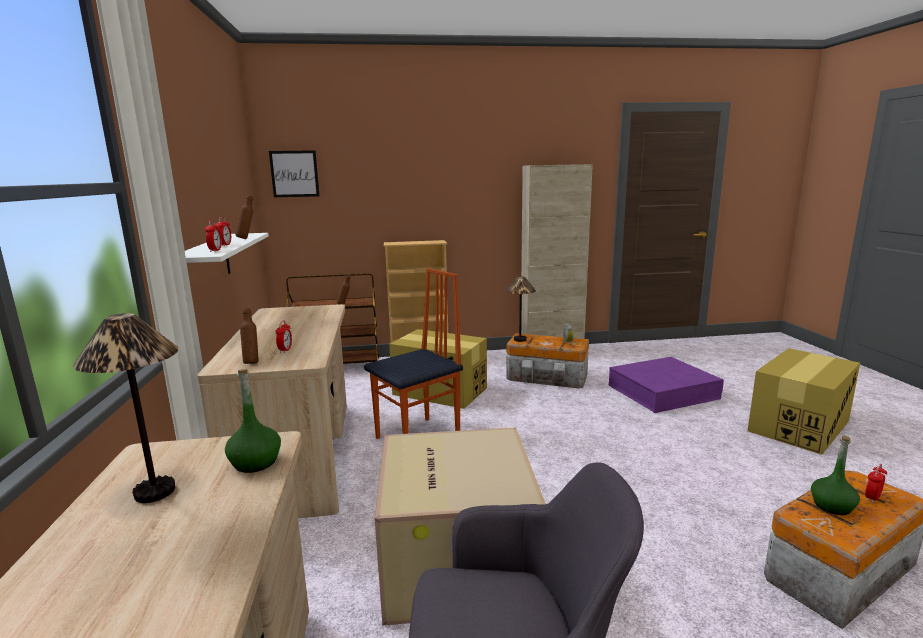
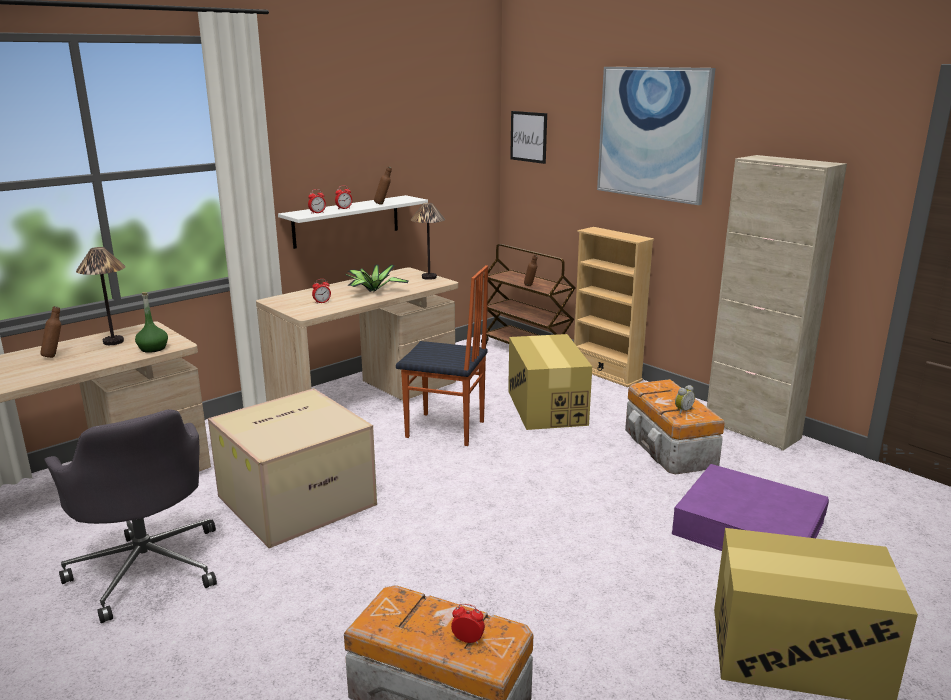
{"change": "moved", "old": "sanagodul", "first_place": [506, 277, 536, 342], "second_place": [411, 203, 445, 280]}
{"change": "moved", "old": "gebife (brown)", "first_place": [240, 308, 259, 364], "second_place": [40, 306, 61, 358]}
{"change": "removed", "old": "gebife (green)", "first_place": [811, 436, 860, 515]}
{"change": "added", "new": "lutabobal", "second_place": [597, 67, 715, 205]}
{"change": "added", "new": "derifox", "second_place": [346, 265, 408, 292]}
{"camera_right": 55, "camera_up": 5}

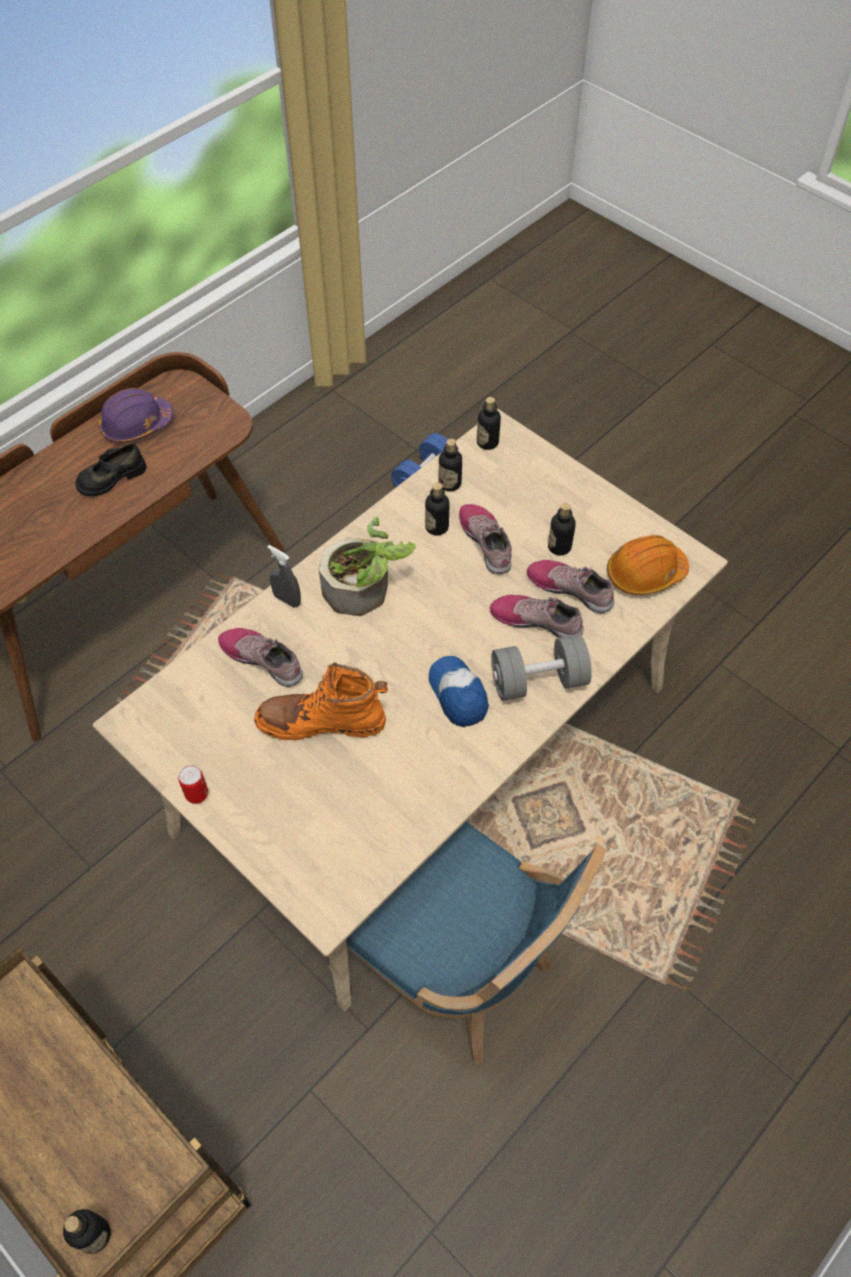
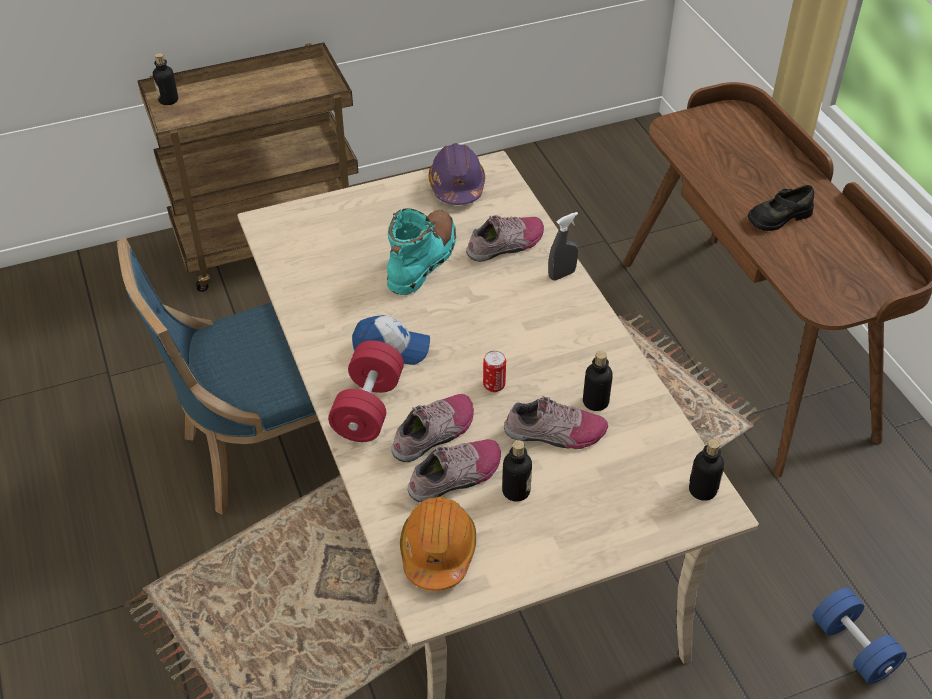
{"change": "moved", "old": "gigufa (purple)", "first_place": [98, 388, 173, 443], "second_place": [429, 143, 485, 205]}
{"change": "removed", "old": "gebife", "first_place": [439, 439, 462, 492]}
{"change": "turned", "old": "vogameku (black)", "first_place": [75, 443, 147, 496], "second_place": [748, 185, 814, 231], "degrees": -105}
{"change": "removed", "old": "derifox", "first_place": [319, 516, 416, 616]}
{"change": "recoloured", "old": "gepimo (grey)", "new": "gepimo (red)", "first_place": [491, 634, 592, 701], "second_place": [328, 340, 404, 442]}
{"change": "recoloured", "old": "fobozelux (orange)", "new": "fobozelux (turquoise)", "first_place": [254, 663, 388, 740], "second_place": [387, 208, 457, 295]}
{"change": "moved", "old": "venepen", "first_place": [178, 765, 208, 804], "second_place": [483, 350, 506, 392]}
{"camera_right": 115, "camera_up": -10}

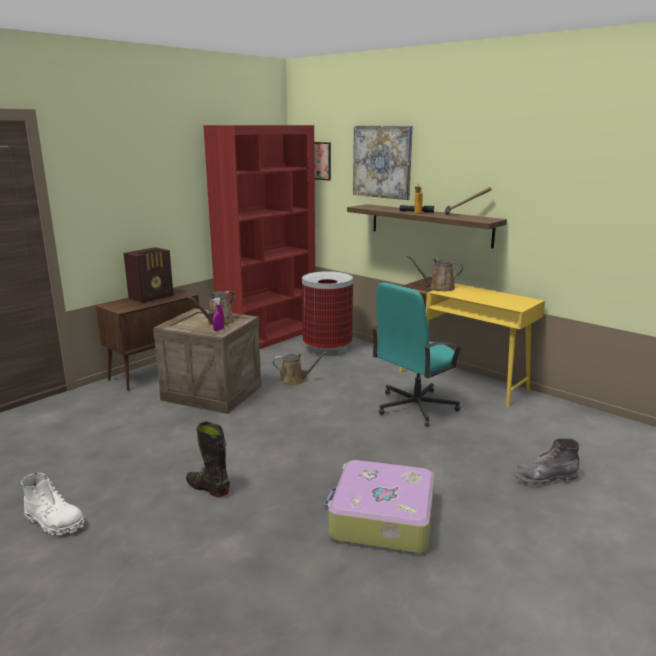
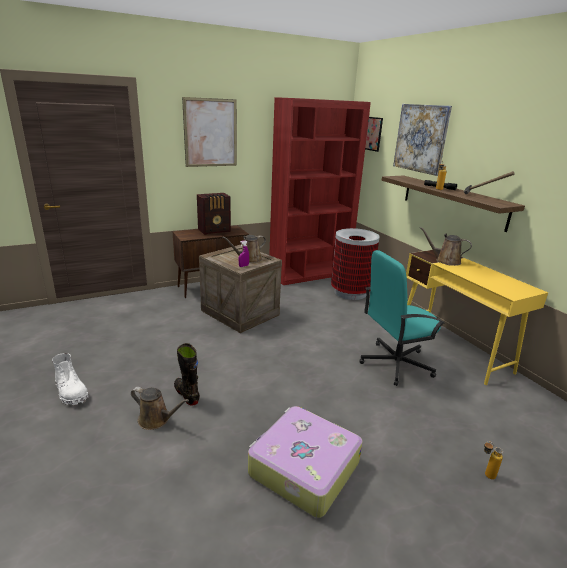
{"change": "moved", "old": "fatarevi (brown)", "first_place": [273, 352, 327, 386], "second_place": [131, 387, 189, 430]}
{"change": "replaced", "old": "fobozelux (grey)", "new": "gebife", "first_place": [515, 438, 580, 487], "second_place": [484, 442, 503, 480]}
{"change": "added", "new": "lutabobal", "second_place": [182, 97, 237, 167]}
{"camera_right": 20, "camera_up": 5}

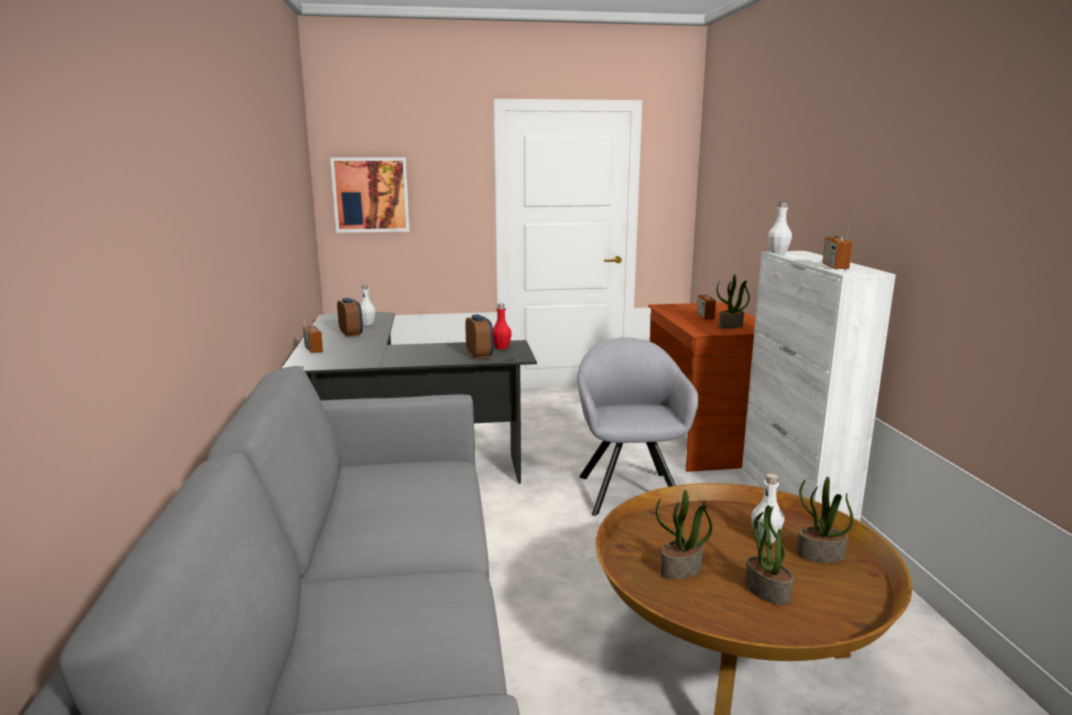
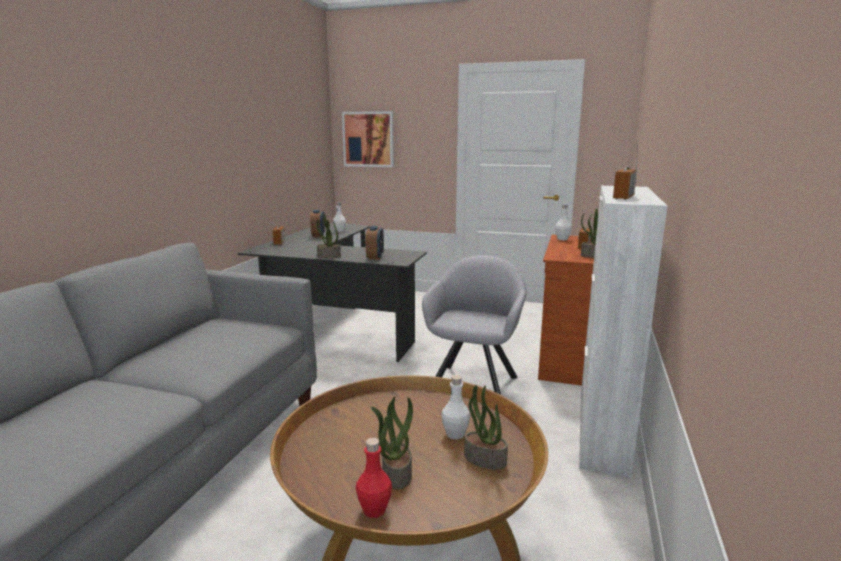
{"change": "moved", "old": "gebife (white)", "first_place": [768, 202, 792, 254], "second_place": [555, 204, 572, 240]}
{"change": "moved", "old": "gebife (red)", "first_place": [493, 303, 512, 349], "second_place": [356, 438, 392, 518]}
{"change": "moved", "old": "derifox", "first_place": [656, 490, 713, 579], "second_place": [316, 214, 341, 258]}
{"camera_right": 25, "camera_up": 0}

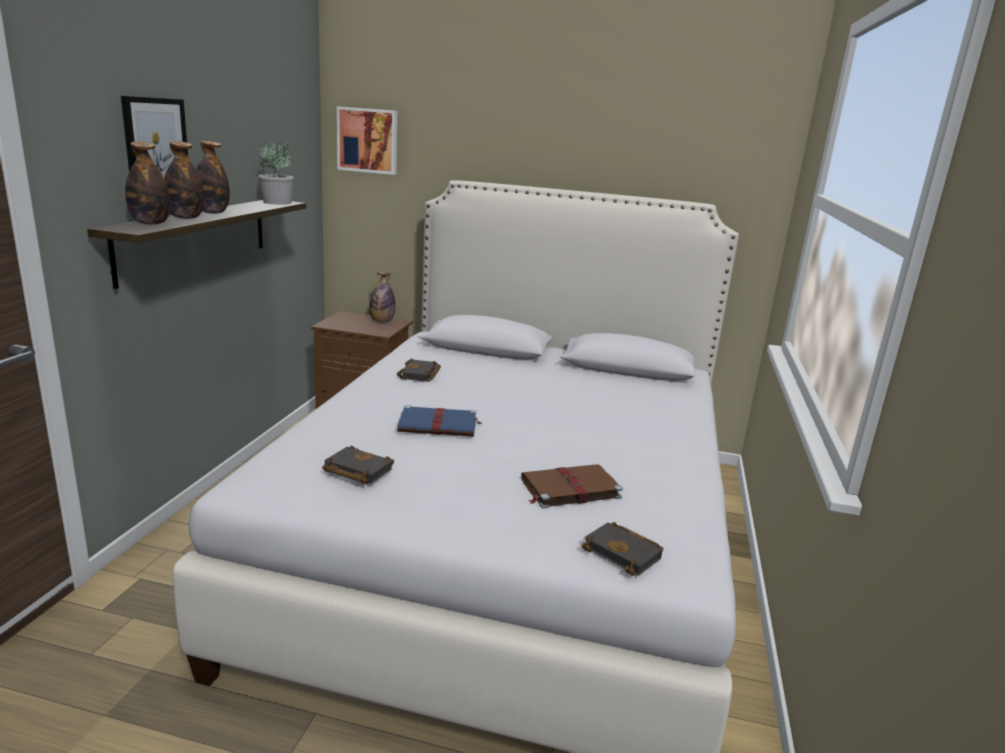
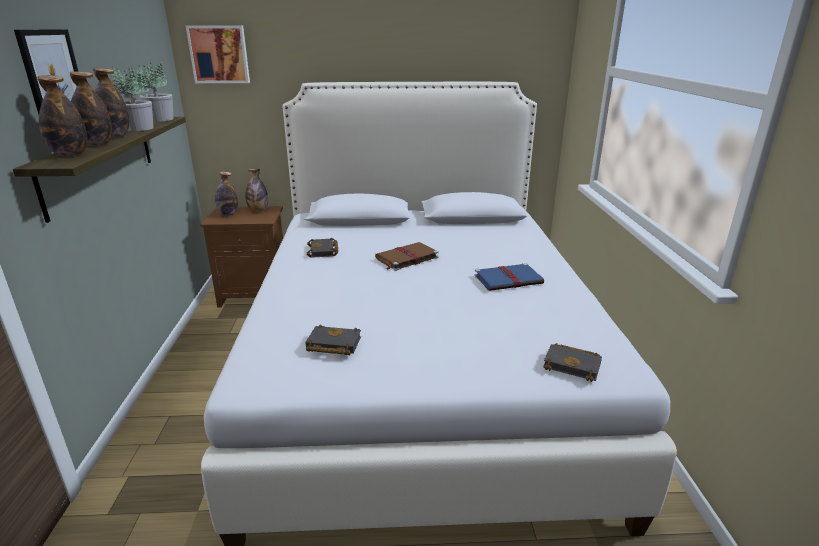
{"change": "moved", "old": "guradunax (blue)", "first_place": [397, 405, 482, 437], "second_place": [474, 263, 544, 291]}
{"change": "moved", "old": "guradunax (brown)", "first_place": [521, 464, 623, 509], "second_place": [375, 242, 439, 271]}
{"change": "added", "new": "derifox", "second_place": [111, 65, 154, 131]}
{"change": "added", "new": "gebife", "second_place": [215, 172, 238, 216]}
{"camera_right": -15, "camera_up": 5}

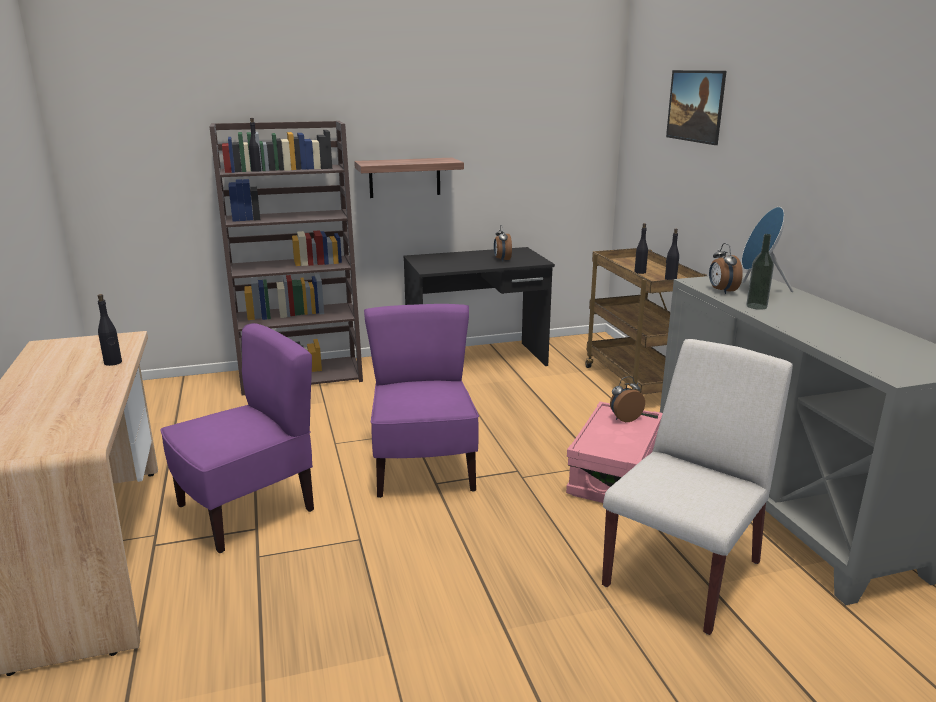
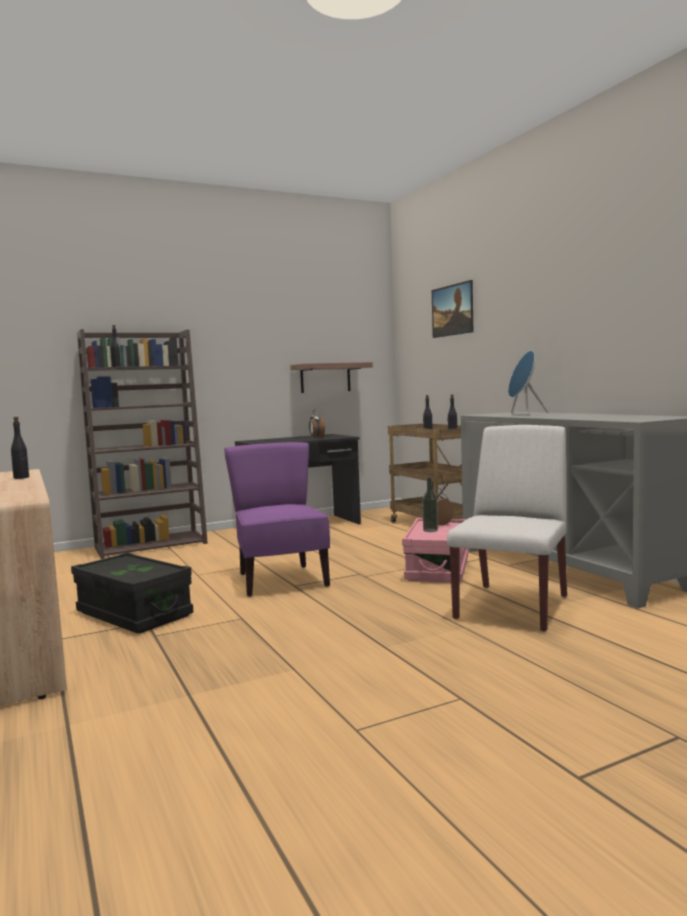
{"change": "moved", "old": "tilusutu", "first_place": [354, 158, 464, 198], "second_place": [290, 362, 373, 393]}
{"change": "moved", "old": "gebife", "first_place": [746, 234, 774, 310], "second_place": [422, 478, 438, 532]}
{"change": "removed", "old": "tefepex", "first_place": [709, 243, 743, 294]}
{"change": "replaced", "old": "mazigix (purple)", "new": "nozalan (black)", "first_place": [160, 323, 314, 553], "second_place": [71, 552, 193, 633]}
{"camera_right": -10, "camera_up": -15}

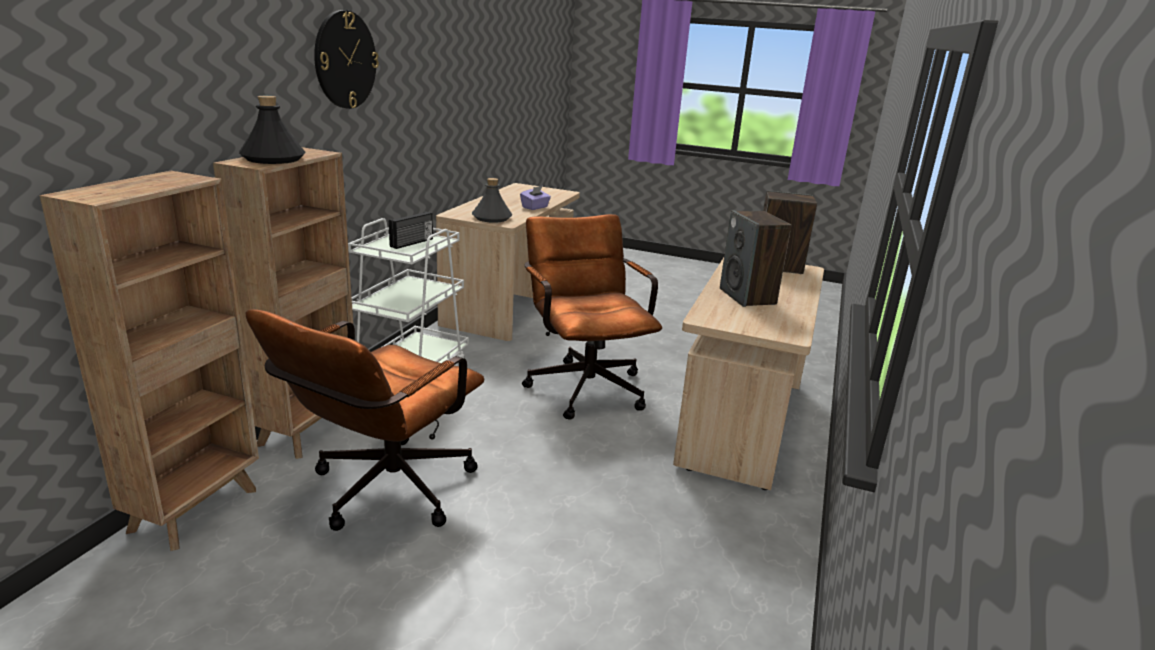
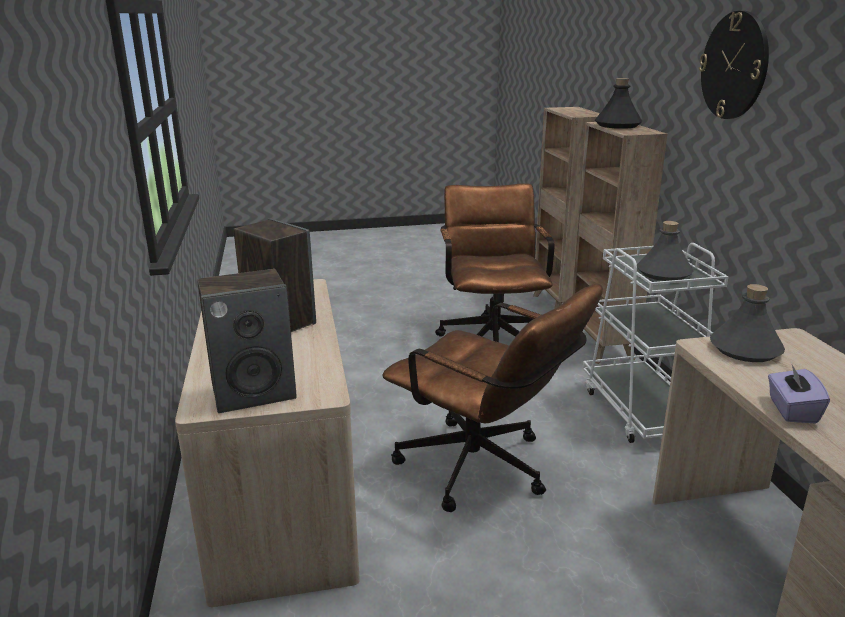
{"change": "replaced", "old": "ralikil", "new": "gebife (grey)", "first_place": [389, 211, 433, 249], "second_place": [637, 221, 693, 281]}
{"camera_right": 150, "camera_up": 0}

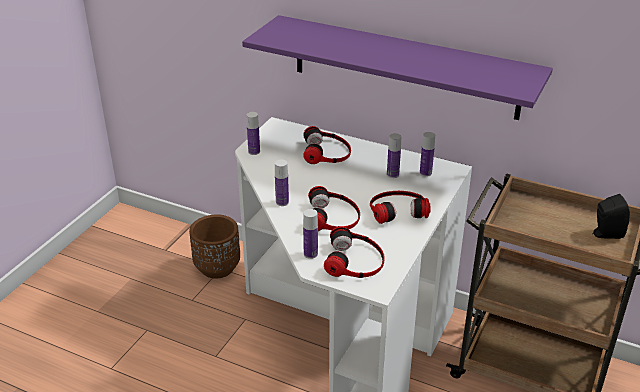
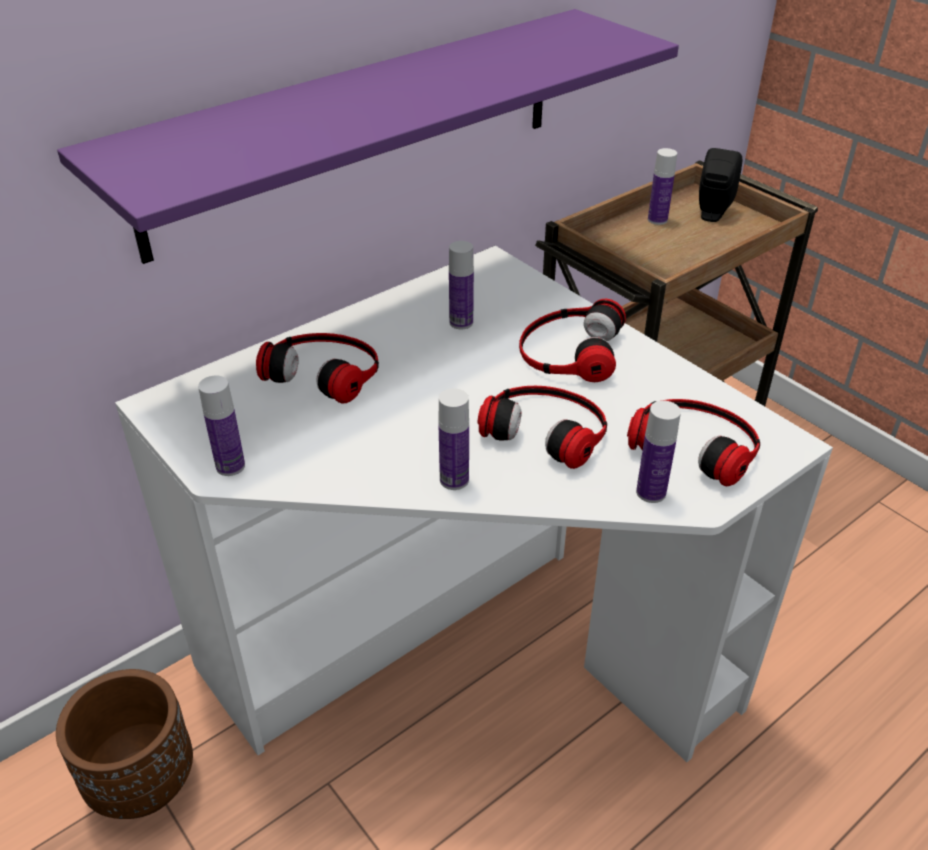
{"change": "moved", "old": "gebife", "first_place": [420, 132, 435, 177], "second_place": [648, 148, 677, 225]}
{"camera_right": -65, "camera_up": 5}

